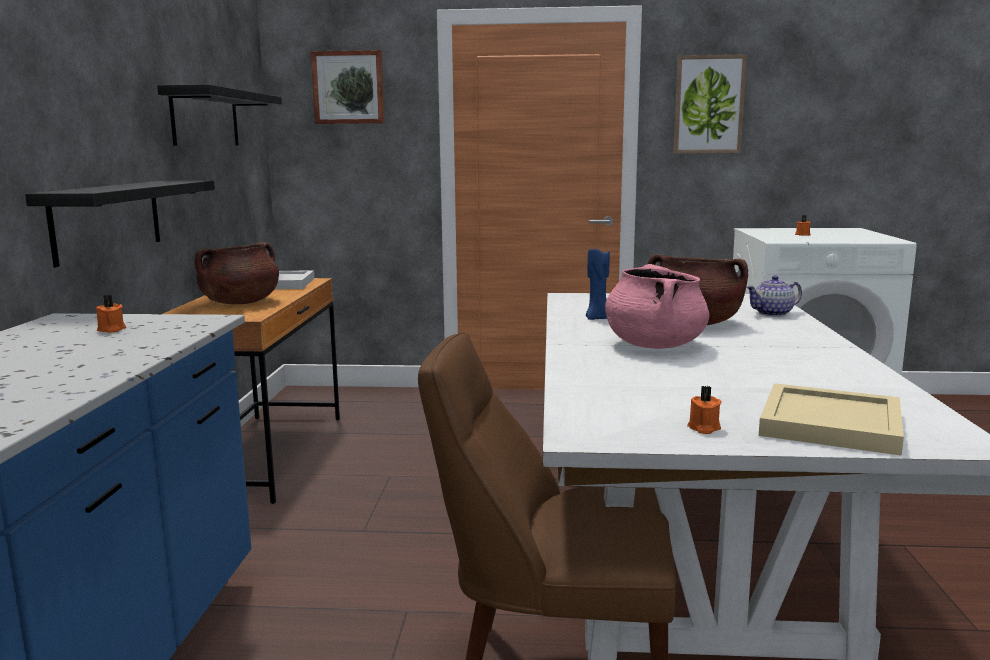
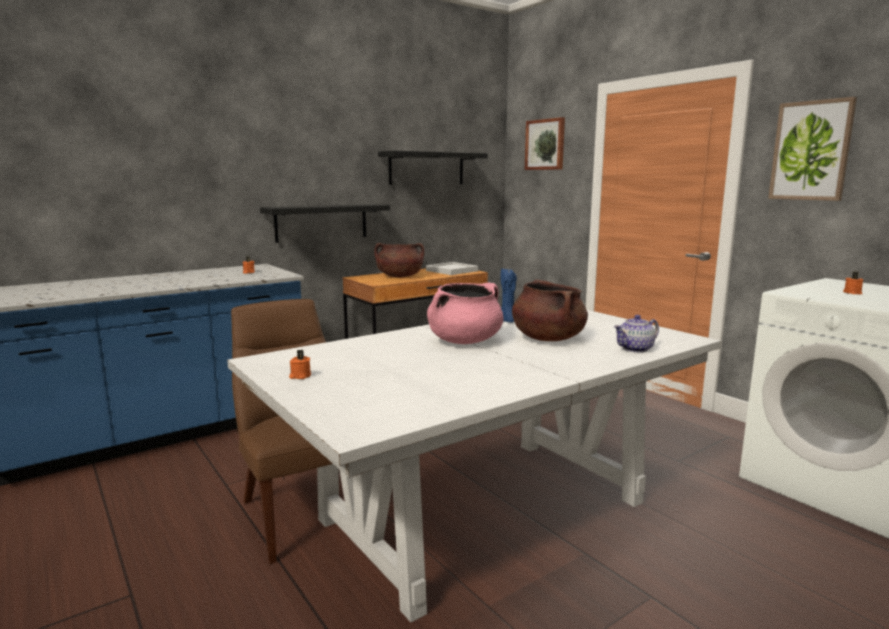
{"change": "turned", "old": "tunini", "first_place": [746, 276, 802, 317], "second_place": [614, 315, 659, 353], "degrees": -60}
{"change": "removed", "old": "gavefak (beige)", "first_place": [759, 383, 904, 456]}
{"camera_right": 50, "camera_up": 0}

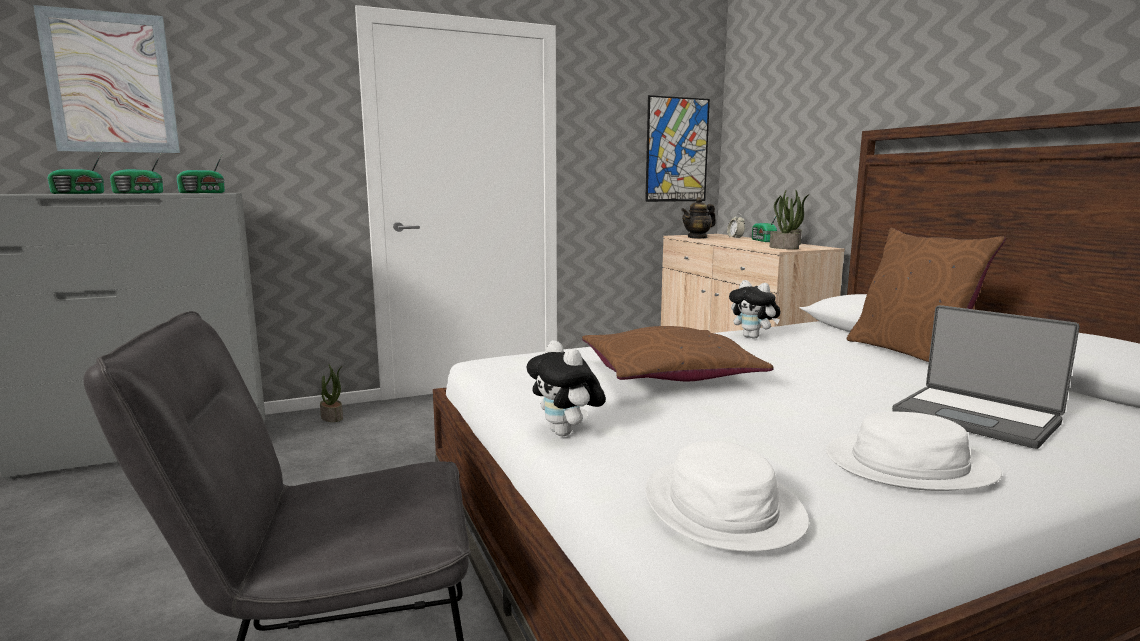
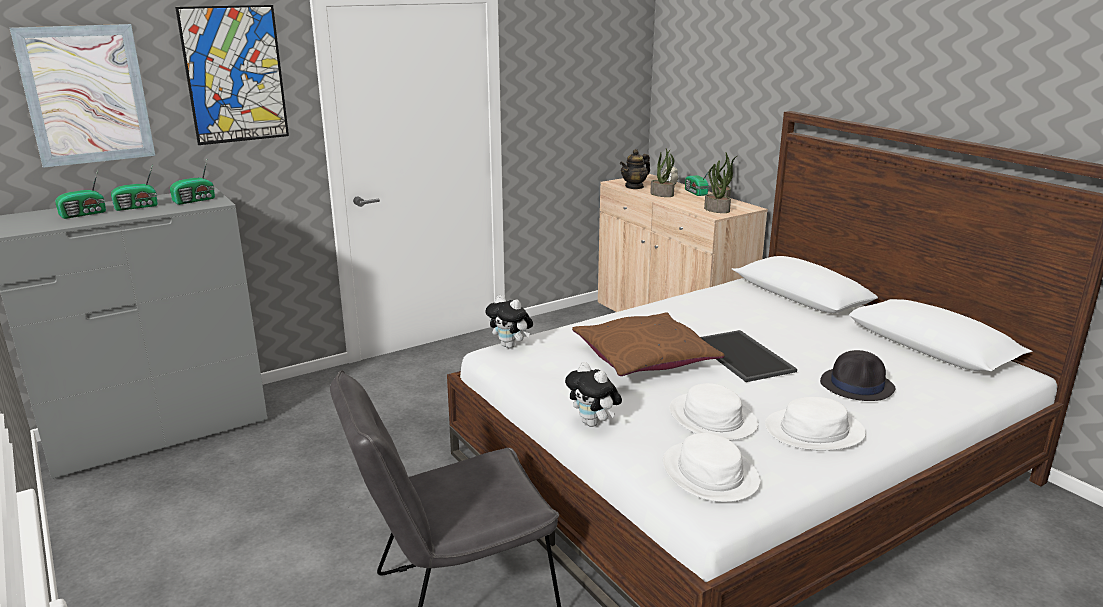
{"change": "moved", "old": "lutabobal", "first_place": [645, 95, 710, 202], "second_place": [175, 5, 289, 145]}
{"change": "removed", "old": "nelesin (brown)", "first_place": [847, 228, 1006, 362]}
{"change": "moved", "old": "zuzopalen", "first_place": [729, 280, 780, 339], "second_place": [485, 295, 533, 349]}
{"change": "replaced", "old": "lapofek", "new": "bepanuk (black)", "first_place": [892, 305, 1080, 449], "second_place": [820, 350, 895, 401]}
{"change": "moved", "old": "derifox", "first_place": [320, 365, 343, 422], "second_place": [650, 148, 675, 197]}
{"change": "added", "new": "gavefak", "second_place": [700, 330, 797, 382]}
{"change": "added", "new": "bepanuk (white)", "second_place": [669, 383, 758, 440]}
{"camera_right": -10, "camera_up": 10}

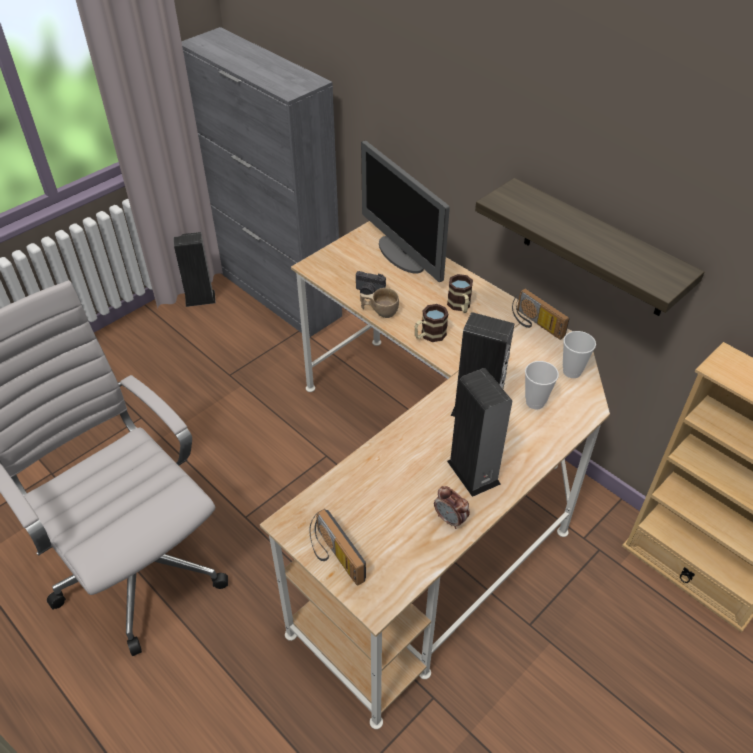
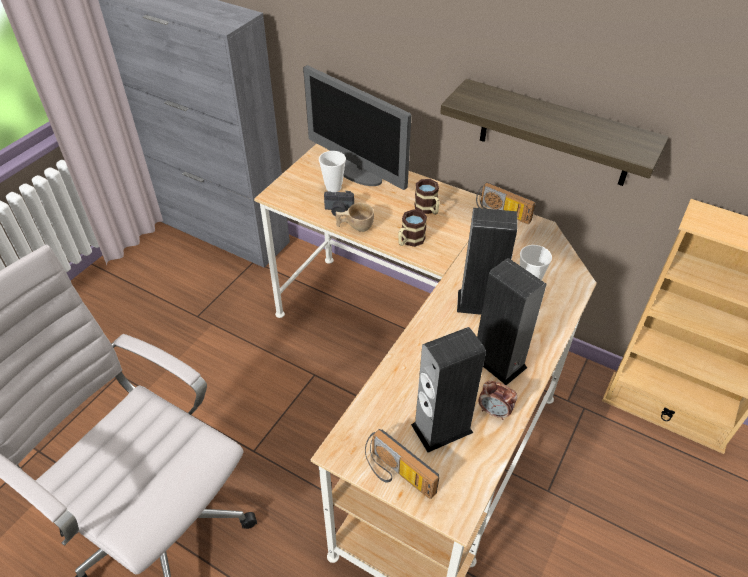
{"change": "moved", "old": "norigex", "first_place": [174, 232, 216, 307], "second_place": [411, 327, 486, 453]}
{"change": "moved", "old": "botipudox", "first_place": [563, 331, 596, 378], "second_place": [319, 151, 346, 192]}
{"camera_right": -15, "camera_up": 0}

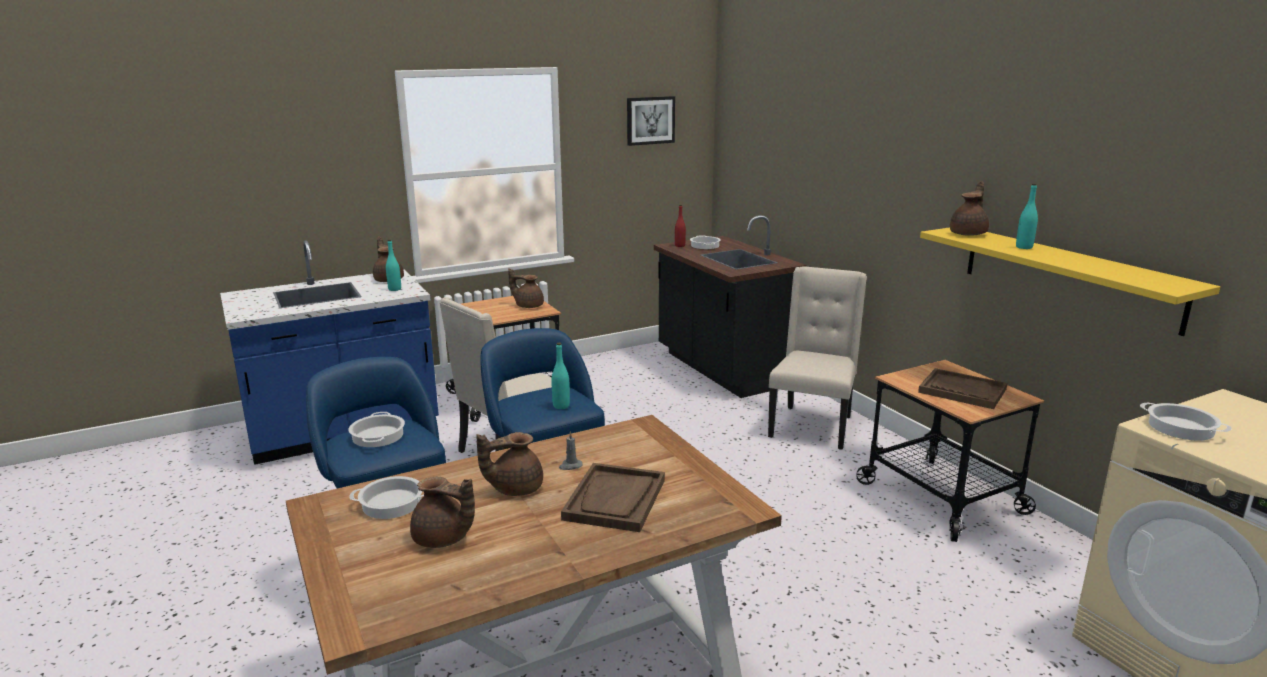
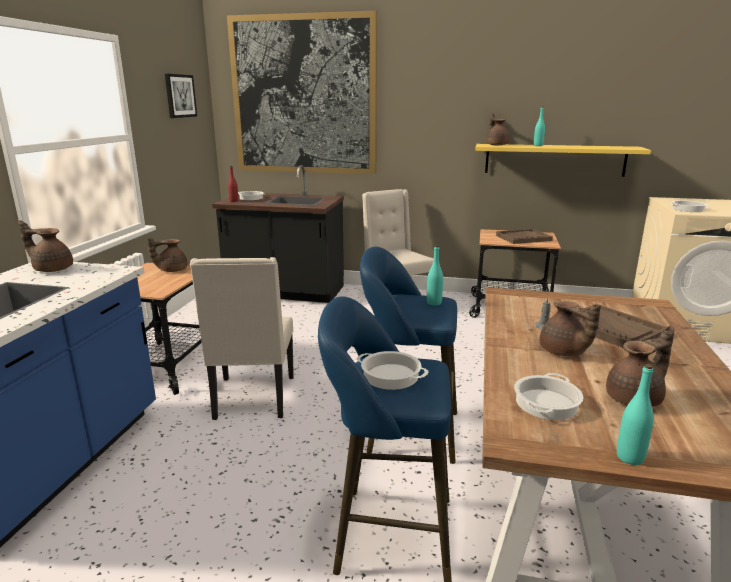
{"change": "moved", "old": "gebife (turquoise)", "first_place": [386, 240, 401, 291], "second_place": [617, 364, 654, 465]}
{"change": "turned", "old": "tunini (brown)", "first_place": [476, 432, 543, 496], "second_place": [539, 301, 601, 356], "degrees": -45}
{"change": "added", "new": "lutabobal", "second_place": [227, 11, 377, 174]}
{"camera_right": -50, "camera_up": 0}

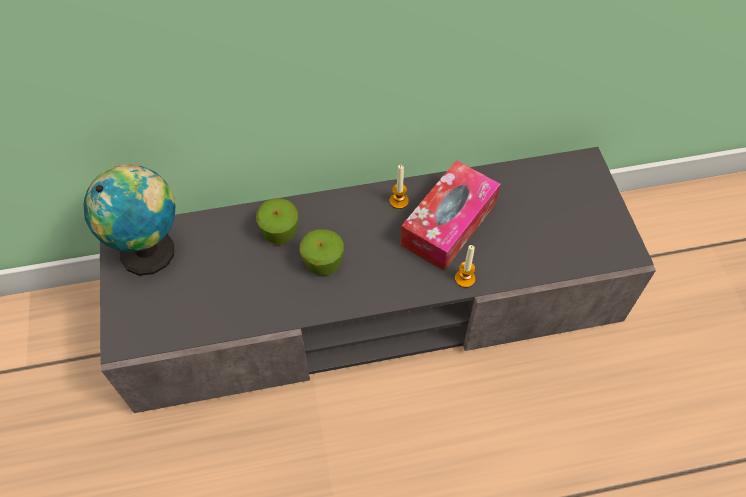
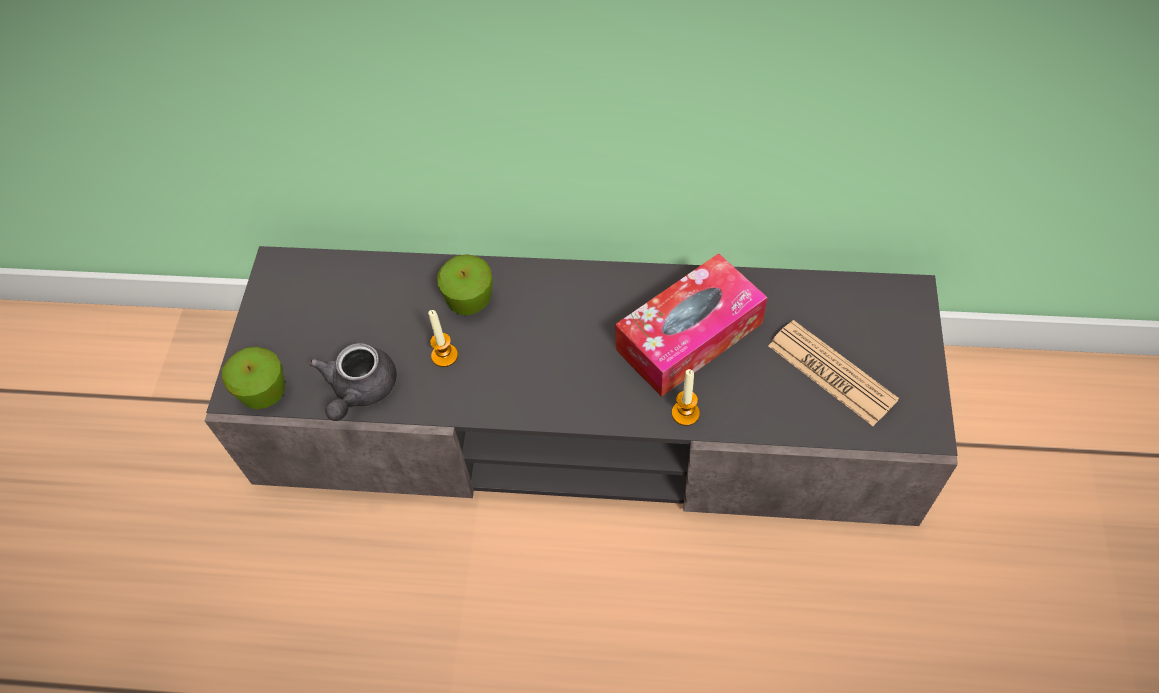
{"change": "removed", "old": "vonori", "first_place": [83, 164, 175, 276]}
{"change": "moved", "old": "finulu", "first_place": [389, 165, 409, 209], "second_place": [428, 310, 458, 367]}
{"change": "moved", "old": "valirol", "first_place": [299, 229, 344, 275], "second_place": [222, 347, 285, 409]}
{"change": "added", "new": "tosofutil", "second_place": [768, 320, 899, 426]}
{"change": "added", "new": "tunini (grey)", "second_place": [309, 343, 396, 421]}
{"camera_right": 20, "camera_up": 0}

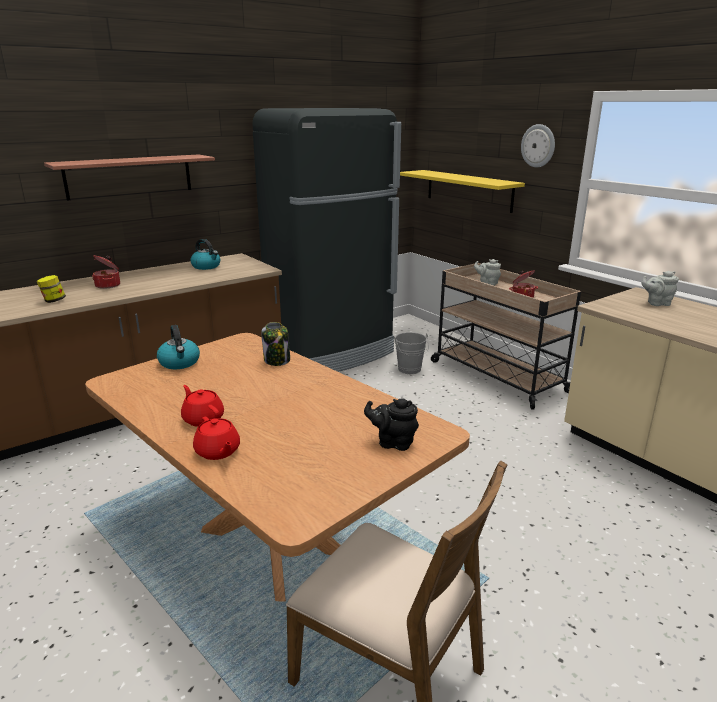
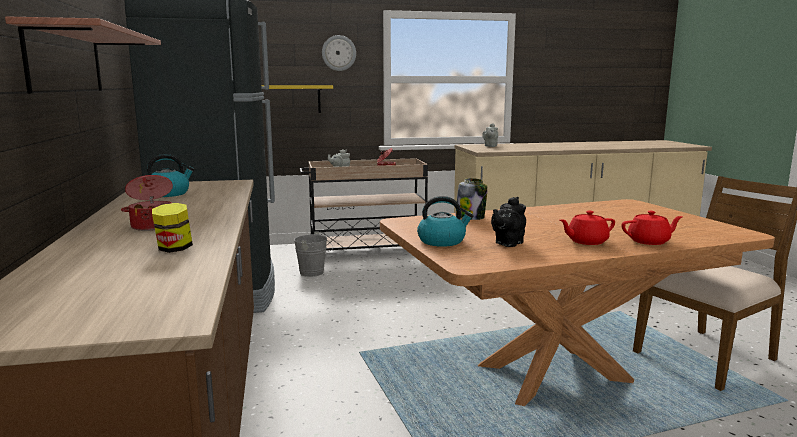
{"change": "moved", "old": "tunini (black)", "first_place": [364, 398, 419, 451], "second_place": [491, 197, 526, 247]}
{"camera_right": -65, "camera_up": -10}

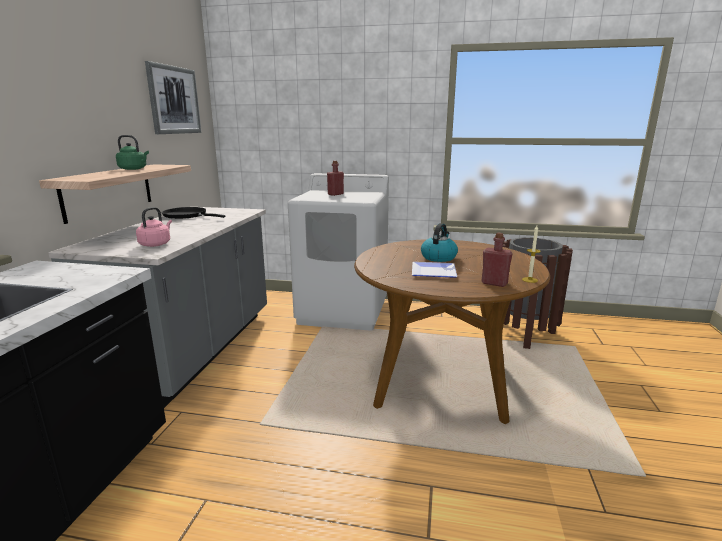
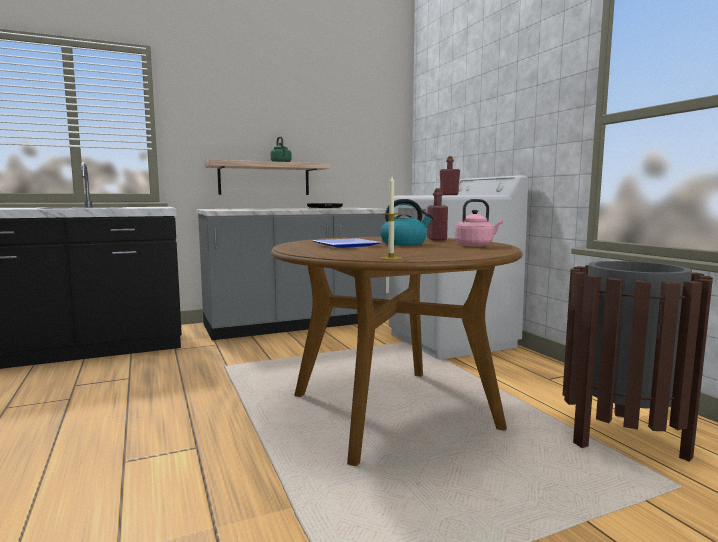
{"change": "removed", "old": "lutabobal", "first_place": [145, 61, 201, 134]}
{"change": "moved", "old": "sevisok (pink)", "first_place": [136, 207, 172, 247], "second_place": [455, 199, 503, 247]}
{"change": "moved", "old": "gebife (red)", "first_place": [481, 233, 513, 287], "second_place": [427, 188, 448, 241]}
{"camera_right": 55, "camera_up": -10}

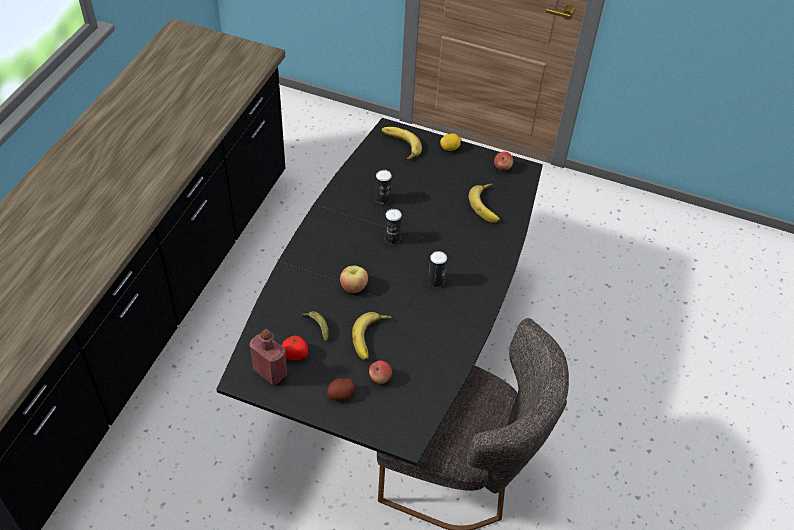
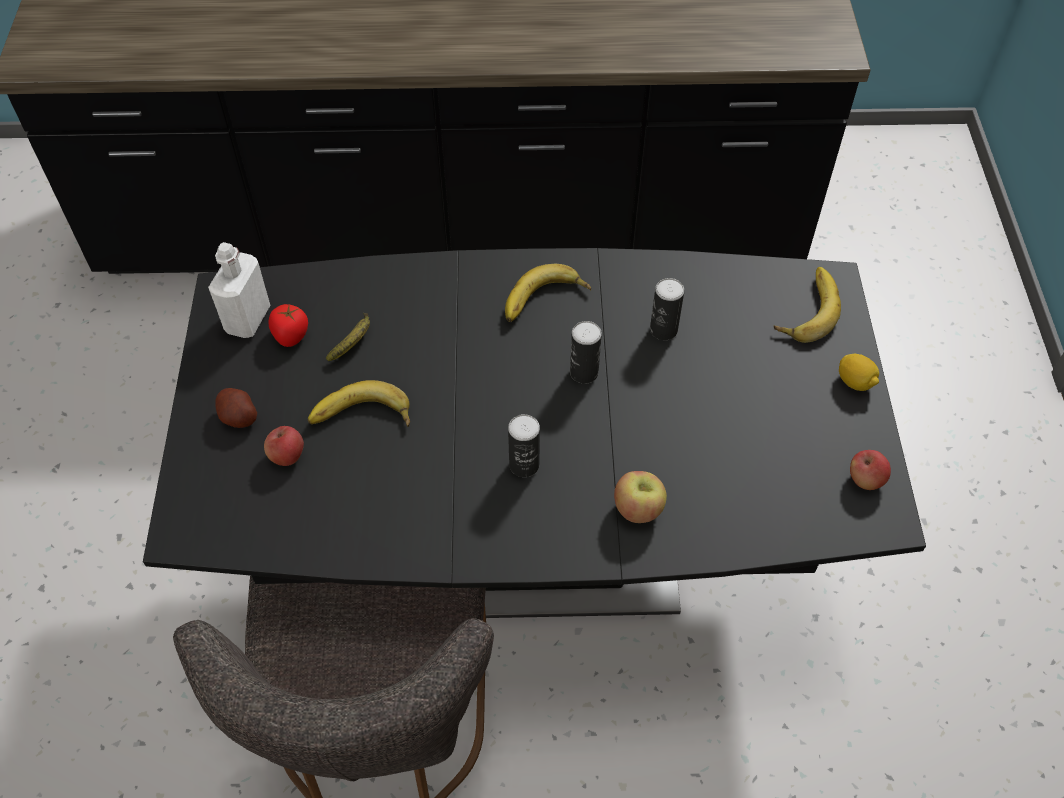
{"change": "moved", "old": "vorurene", "first_place": [469, 184, 500, 223], "second_place": [505, 264, 591, 322]}
{"change": "moved", "old": "valirol", "first_place": [340, 266, 368, 293], "second_place": [614, 471, 667, 523]}
{"change": "recoloured", "old": "gebife (red)", "new": "gebife (white)", "first_place": [250, 329, 287, 385], "second_place": [208, 242, 270, 338]}
{"camera_right": 70, "camera_up": 5}

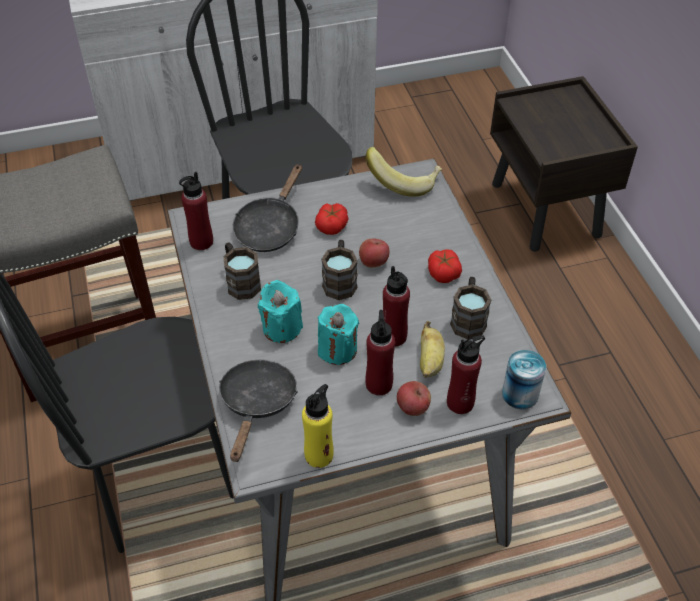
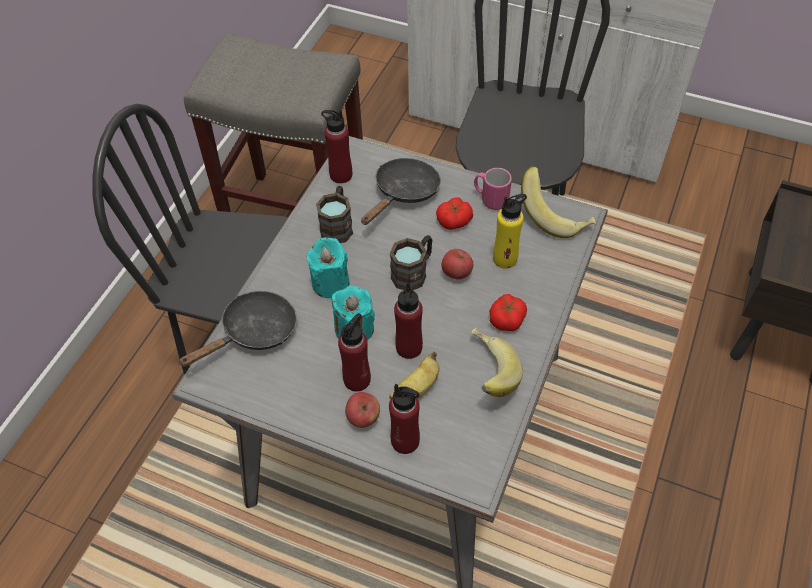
{"change": "turned", "old": "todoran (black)", "first_place": [233, 165, 302, 252], "second_place": [361, 158, 441, 225], "degrees": 150}
{"change": "replaced", "old": "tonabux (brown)", "new": "vorurene", "first_place": [450, 277, 491, 339], "second_place": [471, 328, 523, 397]}
{"change": "removed", "old": "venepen", "first_place": [502, 350, 546, 409]}
{"change": "moved", "old": "gebife (yellow)", "first_place": [302, 384, 334, 468], "second_place": [493, 194, 527, 269]}
{"change": "added", "new": "tonabux (pink)", "second_place": [474, 168, 512, 210]}
{"camera_right": 40, "camera_up": 5}

